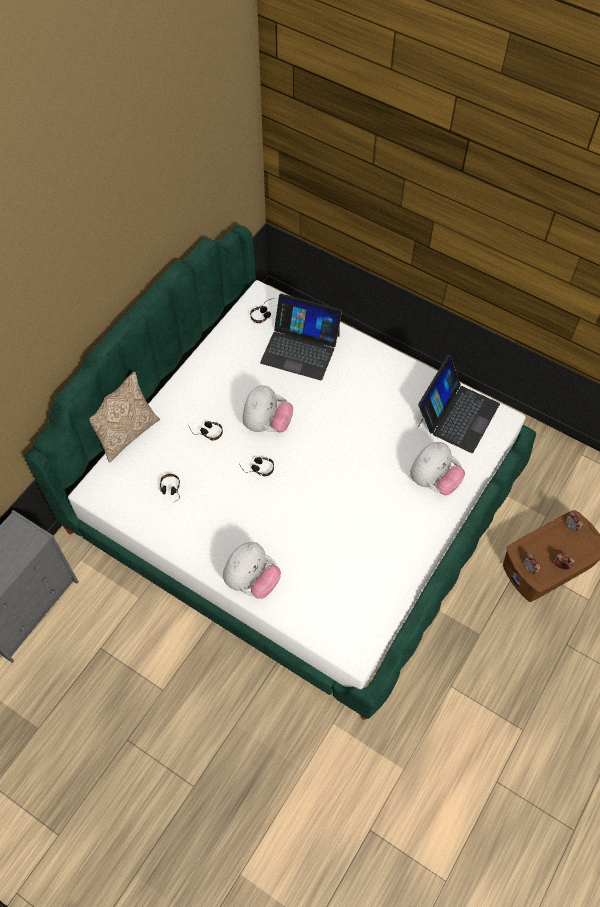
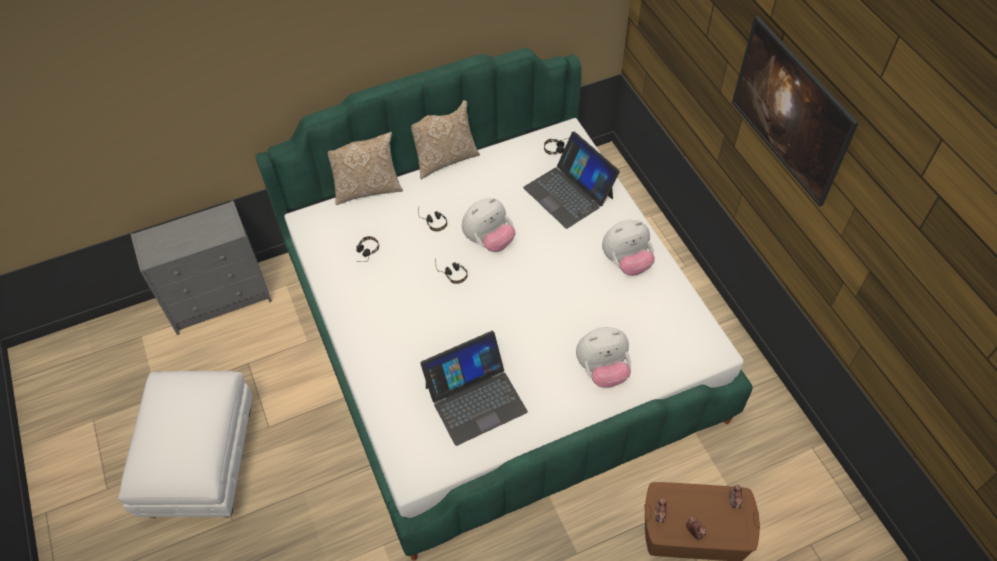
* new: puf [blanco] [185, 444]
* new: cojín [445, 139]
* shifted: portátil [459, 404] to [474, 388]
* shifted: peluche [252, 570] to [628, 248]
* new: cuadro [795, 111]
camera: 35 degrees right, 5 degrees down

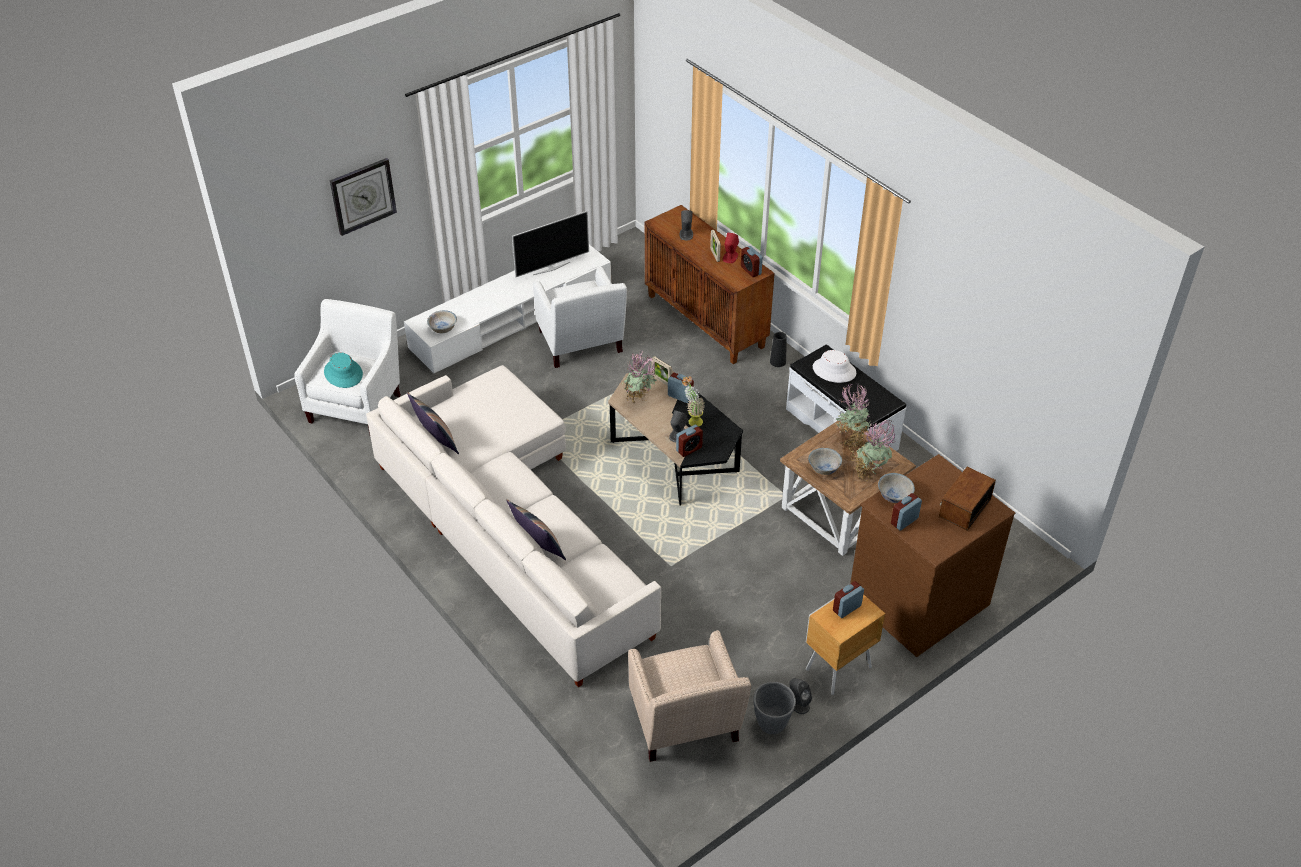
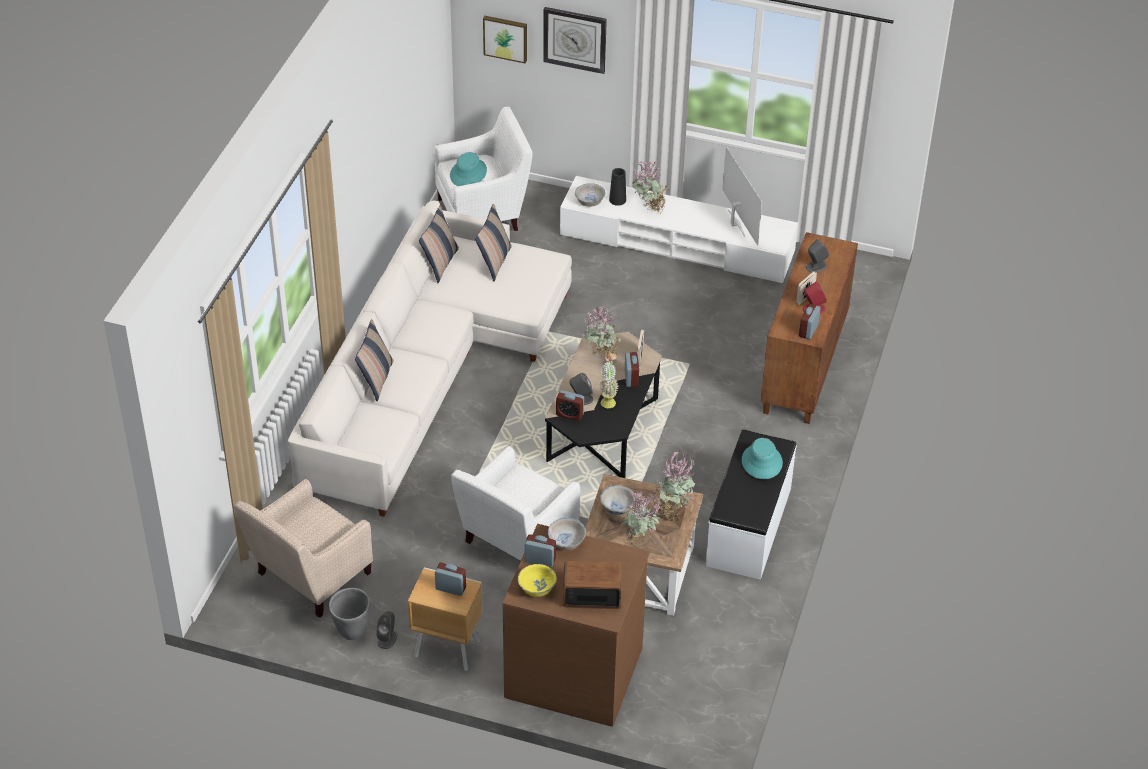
* shifted: sillón [blanco] [580, 317] to [515, 503]
* new: cojín [493, 242]
* new: cuadro [505, 39]
* new: cuenco [amarillo] [537, 580]
* shifted: florero [negro] [778, 349] to [617, 187]
* new: planta en maceta [650, 186]
* rotated: televisor [550, 244] = [742, 196] 135 degrees counterclockwise
* repainted: sombrero [blanco] [835, 366] to sombrero [turquesa] [762, 458]
camera: 55 degrees right, 0 degrees up

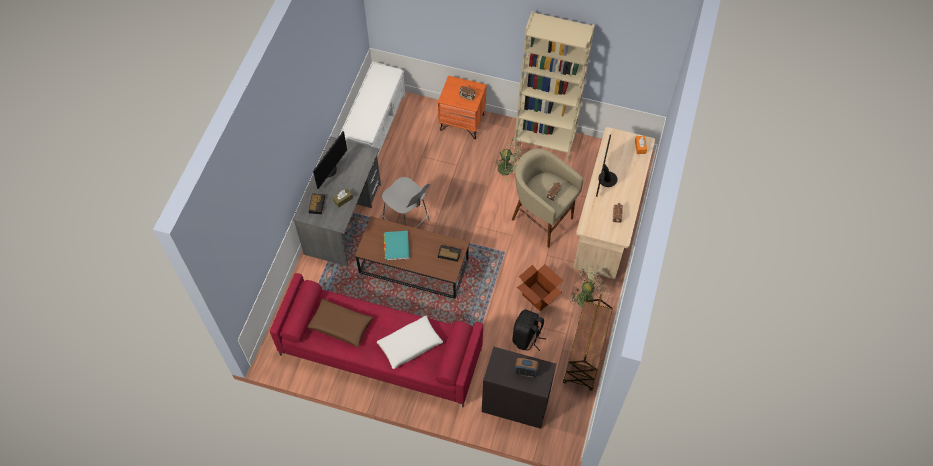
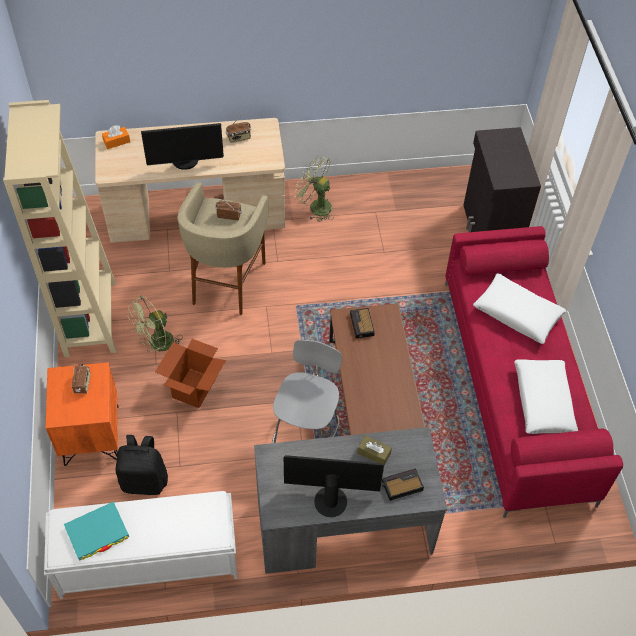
* shifted: libro [turquesa] [396, 245] to [96, 531]
* shifted: mochila [negro] [529, 330] to [141, 465]
* rotated: ventilador [verde] [508, 159] = [155, 324] 120 degrees counterclockwise
* shifted: caja de cartón [540, 287] to [190, 373]
* repainted: cojín [marrón] [340, 322] to cojín [blanco] [546, 396]
* gone: despertador [527, 368]
* gone: carrito [marrón] [588, 342]
camera: 115 degrees left, 5 degrees down

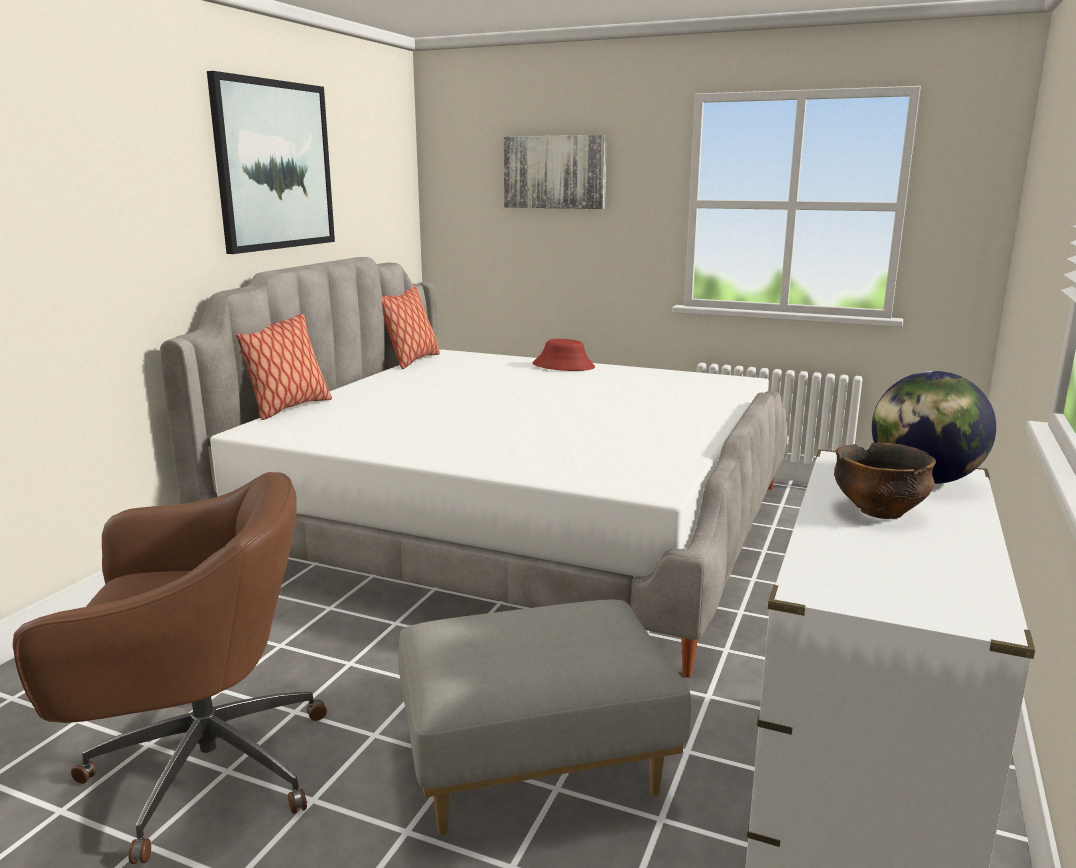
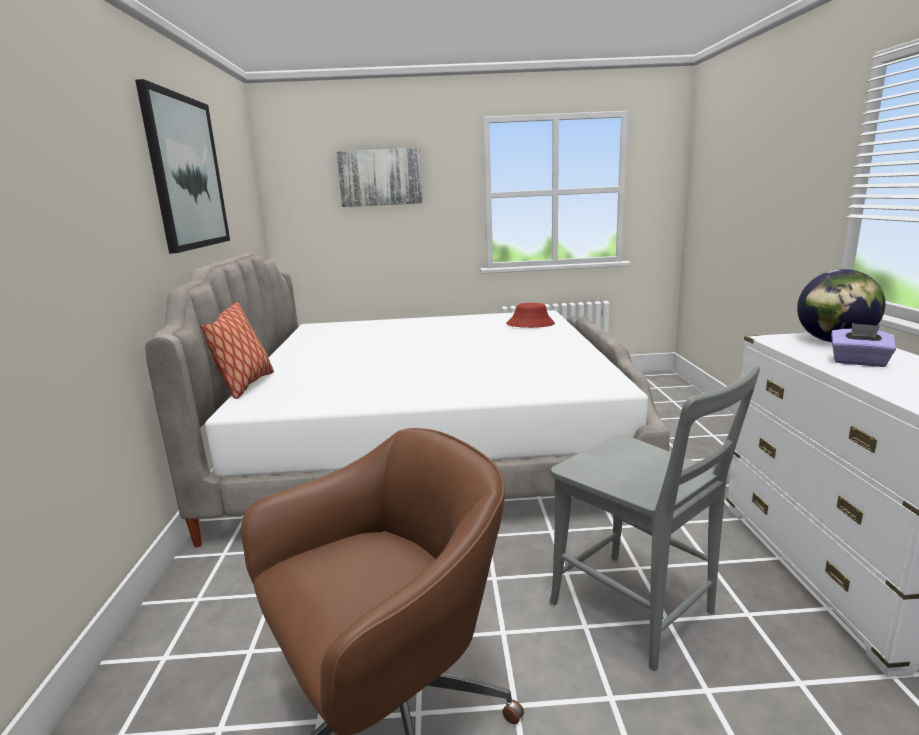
* shifted: sombrero [rojo] [564, 355] to [530, 315]
* swapped: puf [gris] [544, 717] to silla [gris] [655, 518]
* swapped: cuenco [885, 481] to caja de pañuelos [morado] [863, 345]
* gone: cojín [411, 327]
camera: 25 degrees left, 0 degrees up

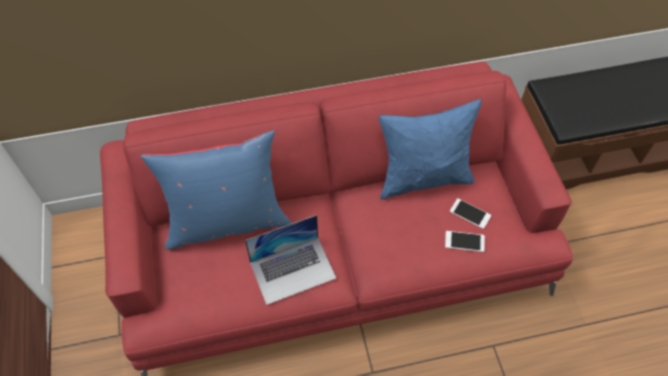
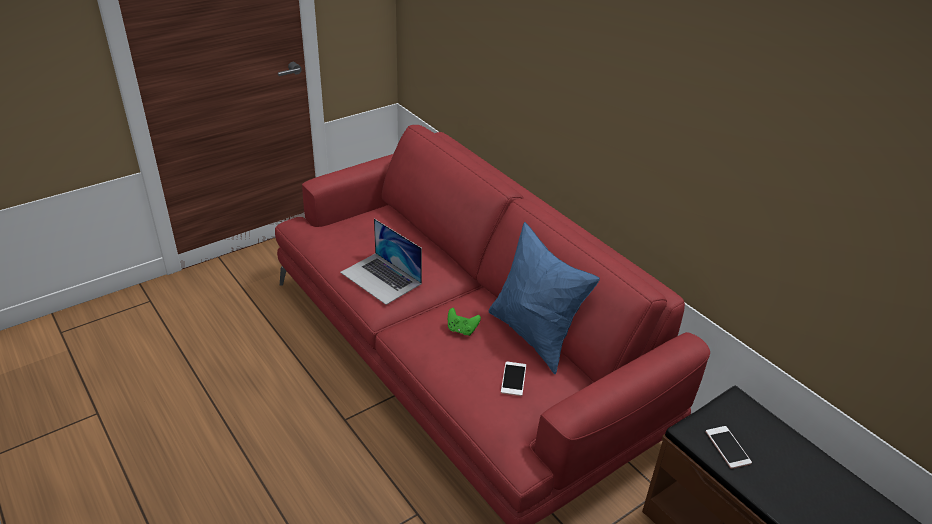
* new: mando de consola [verde] [464, 322]
* shifted: móvil [465, 241] to [729, 447]
* gone: cojín [azul] [216, 190]
camera: 65 degrees right, 20 degrees down

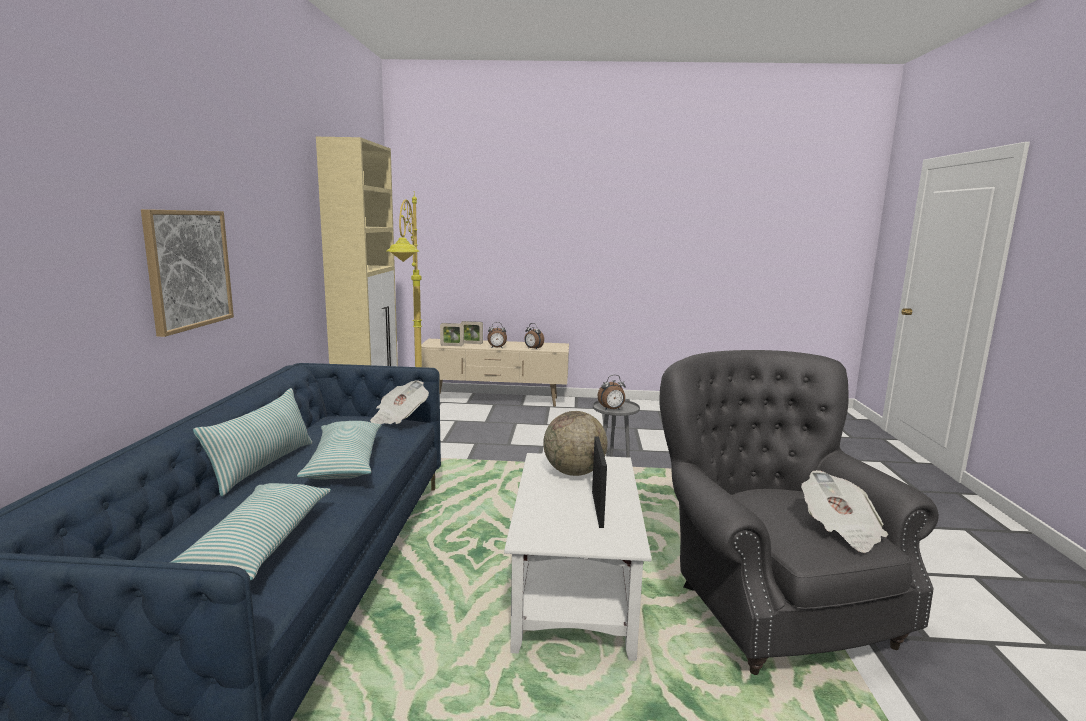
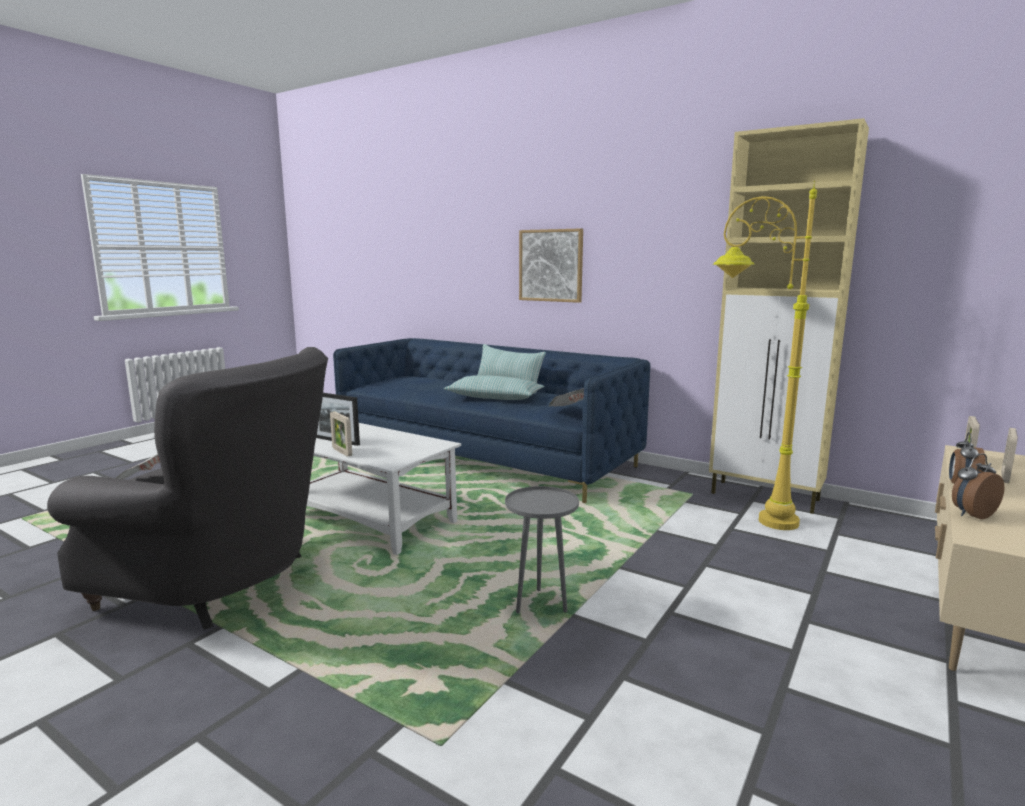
* new: portarretratos [341, 434]
* gone: cojín [251, 531]
* gone: globo terráqueo [575, 443]
* gone: despertador [612, 392]
camera: 120 degrees right, 0 degrees up

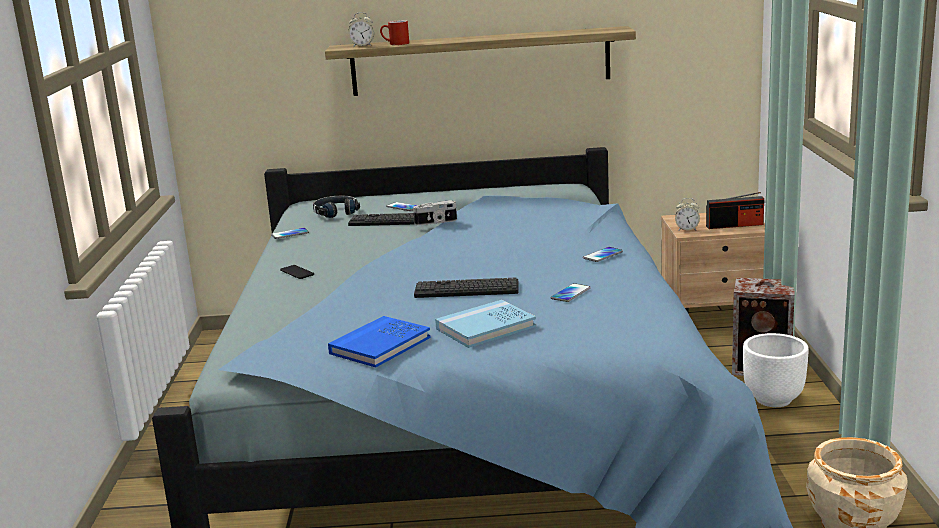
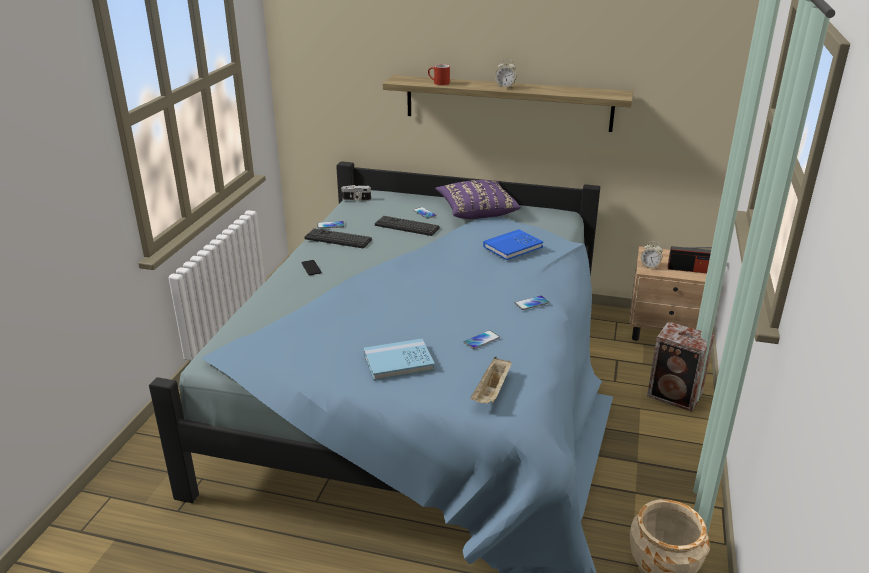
* shifted: teclado [466, 288] to [338, 238]
* shifted: cámara [435, 212] to [356, 193]
* new: cojín [morado] [478, 199]
* new: bandeja [beis] [491, 380]
* shifted: libro [azul] [379, 341] to [513, 244]
* shifted: despertador [361, 29] to [505, 73]
* gone: auriculares [negro] [336, 207]
* gone: maceta [blanco] [776, 370]
camera: 15 degrees right, 10 degrees up

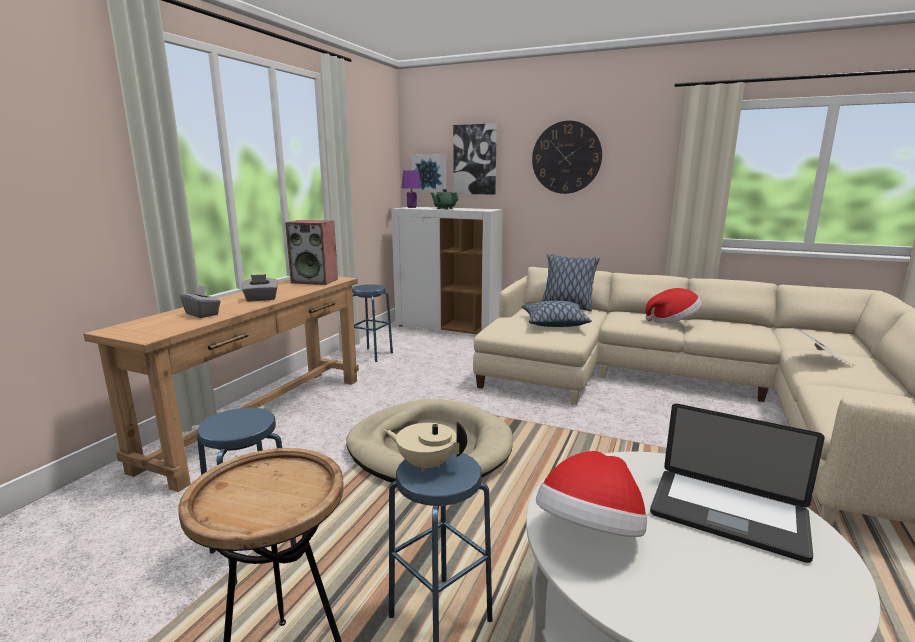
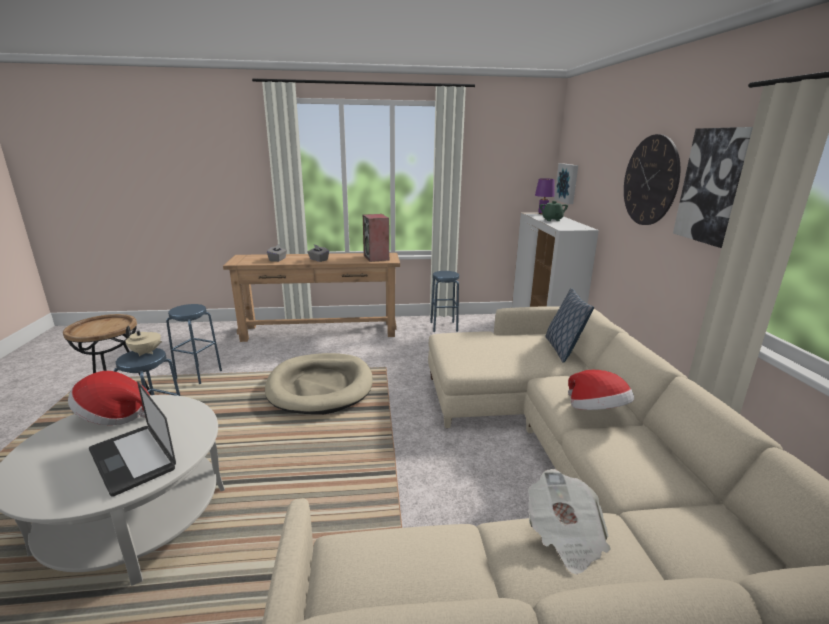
* rotated: portátil [737, 483] = [132, 439] 45 degrees counterclockwise
* rotated: tetera [beis] [425, 446] = [143, 341] 120 degrees clockwise
* shifted: cuadro [475, 159] to [713, 187]
* gone: cojín [557, 314]
camera: 60 degrees right, 5 degrees up

